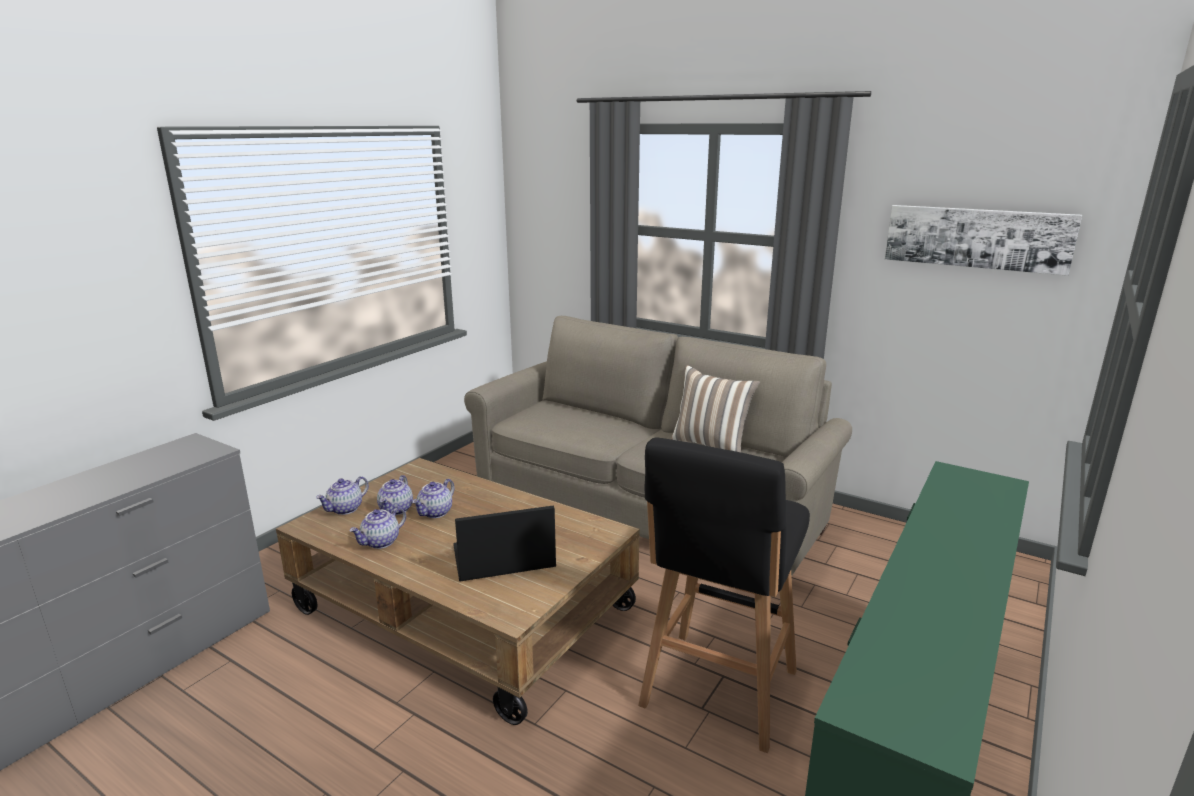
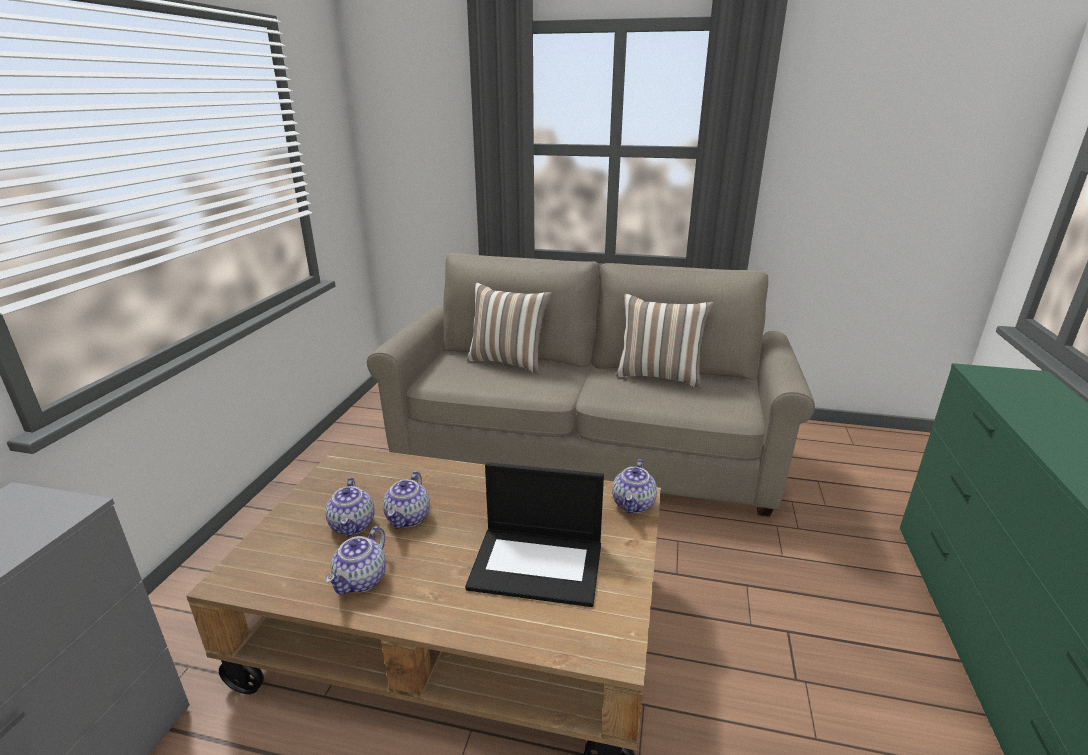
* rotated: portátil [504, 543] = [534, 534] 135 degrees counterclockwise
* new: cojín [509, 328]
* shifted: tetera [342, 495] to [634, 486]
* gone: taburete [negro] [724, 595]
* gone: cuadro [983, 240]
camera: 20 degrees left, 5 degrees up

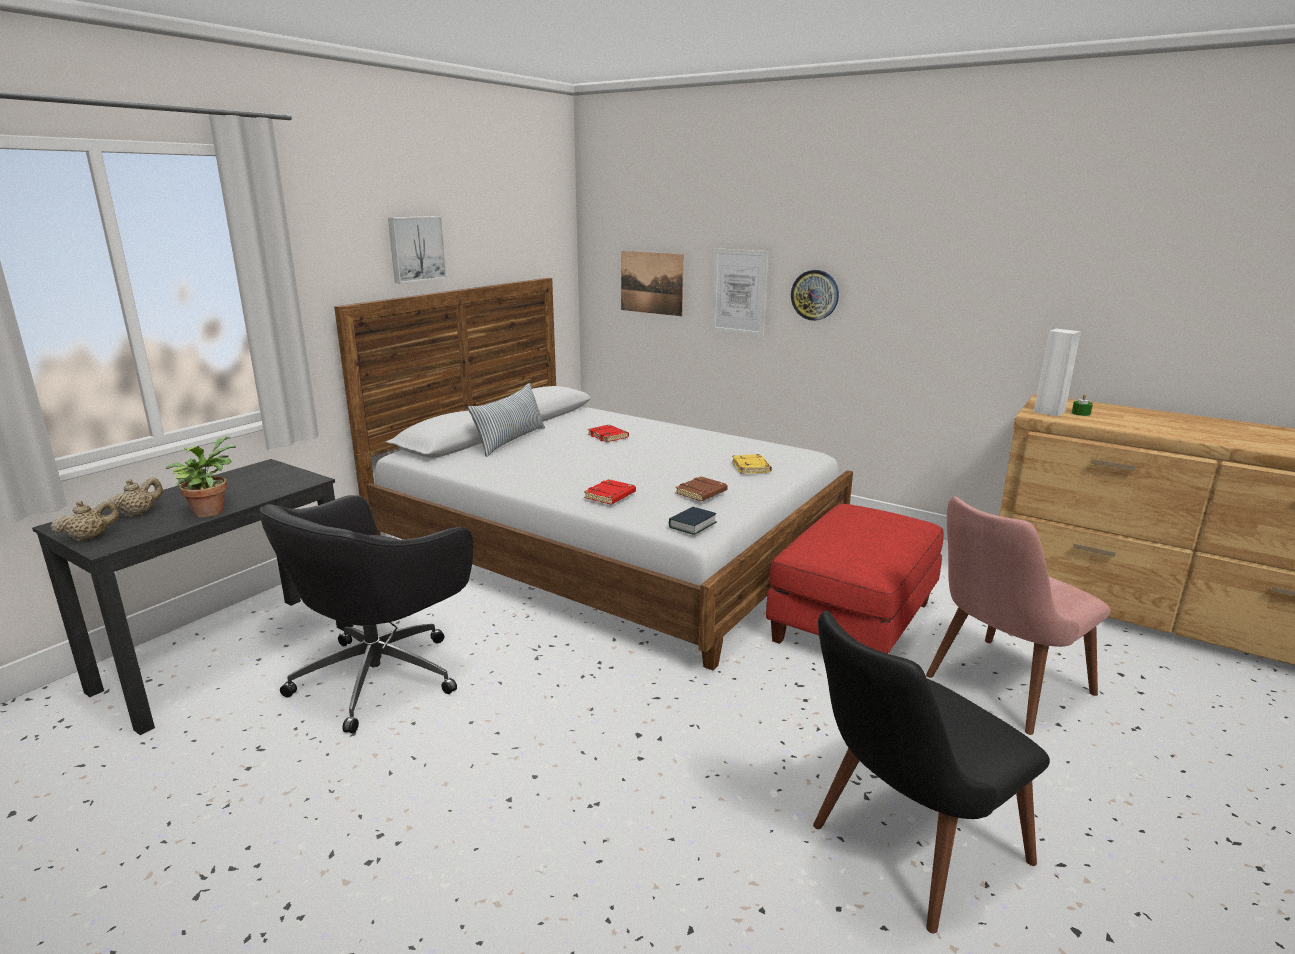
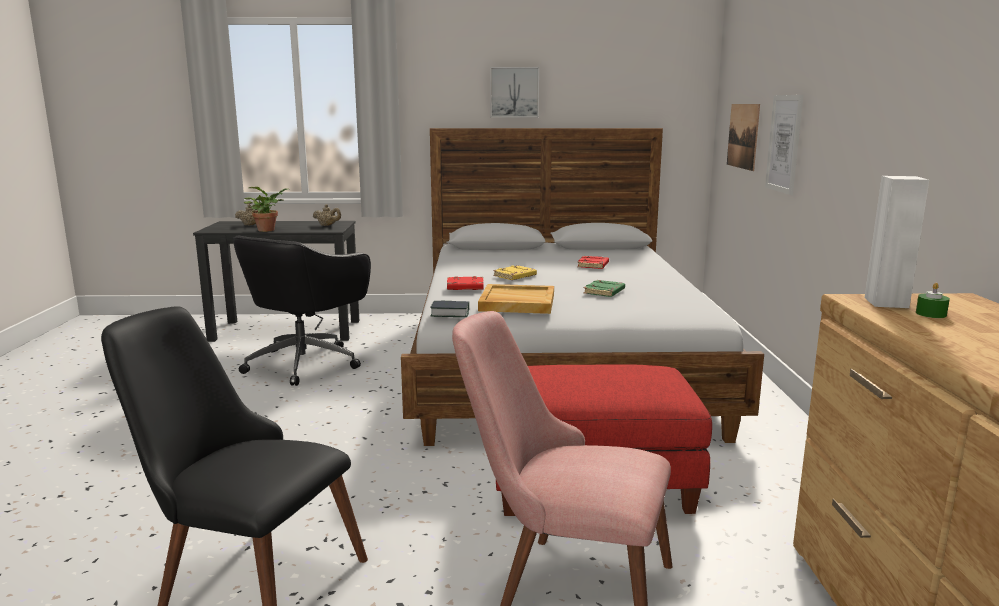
* rotated: silla de oficina [negro] [366, 614] = [302, 310] 60 degrees counterclockwise
* shifted: tetera [beis] [84, 520] to [327, 215]
* swapped: libro [marrón] [701, 488] to bandeja [beis] [516, 299]
* shifted: libro [amarillo] [752, 464] to [515, 272]
* new: libro [verde] [604, 288]
* gone: cojín [506, 420]
* gone: reloj de pared [815, 295]
camera: 55 degrees right, 5 degrees down

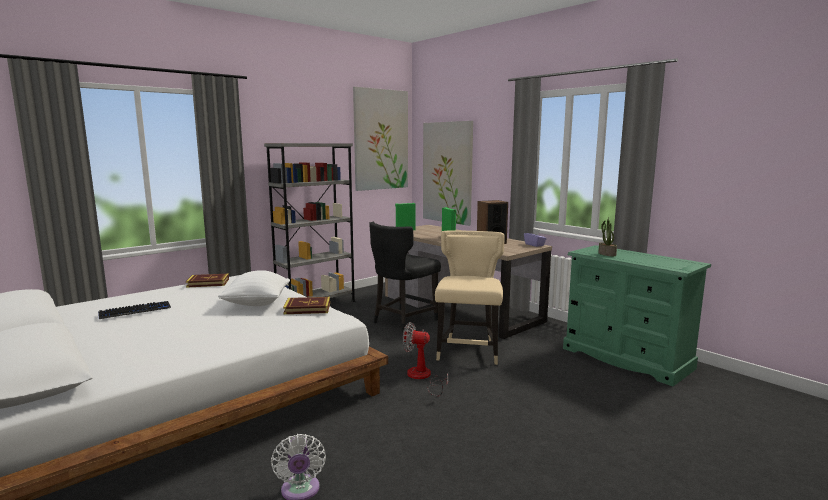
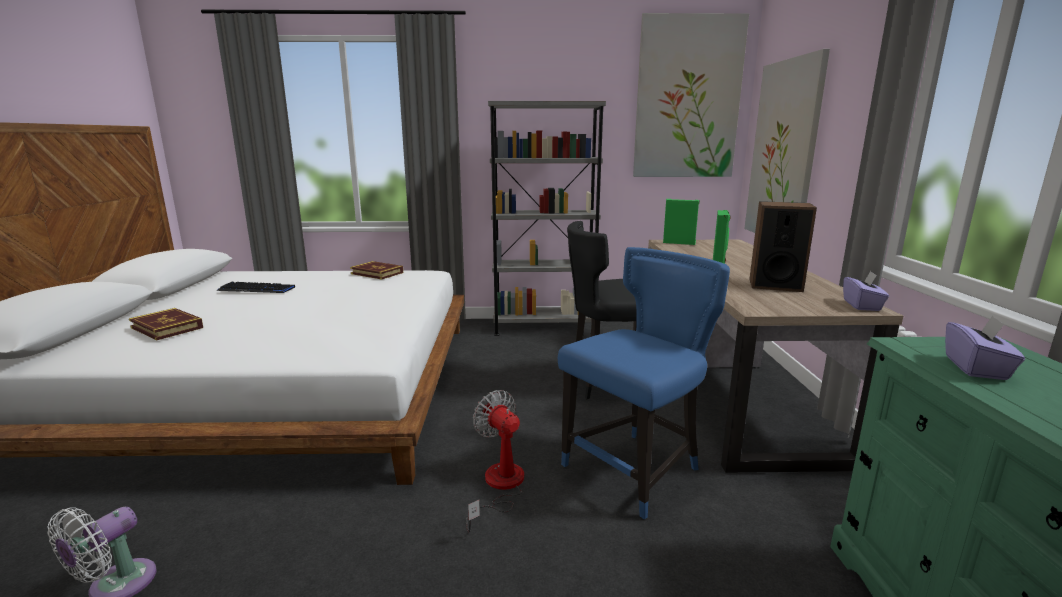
* shifted: libro [306, 305] to [166, 324]
* repainted: silla [beis] [470, 297] to silla [azul] [644, 383]
* swapped: planta en maceta [607, 236] to caja de pañuelos [morado] [985, 348]
* gone: cojín [blanco] [254, 288]
camera: 40 degrees right, 5 degrees up

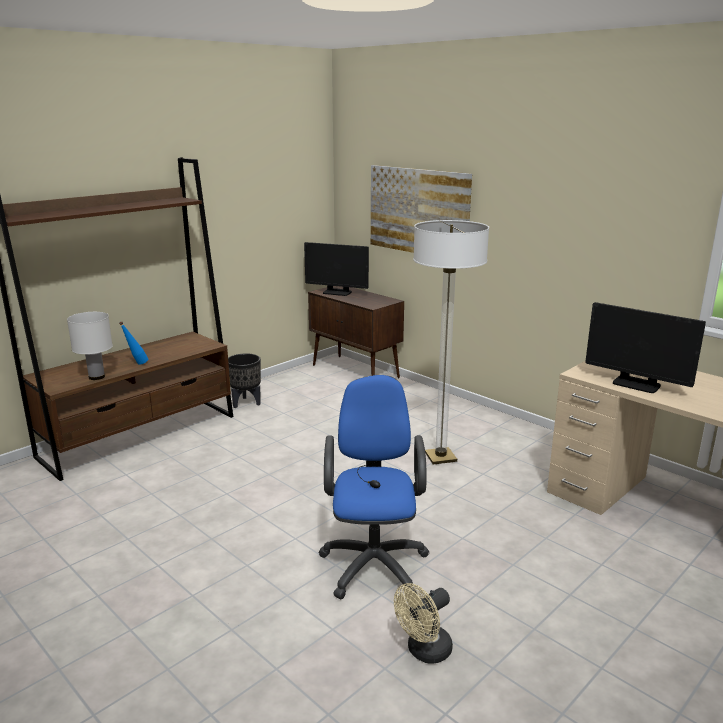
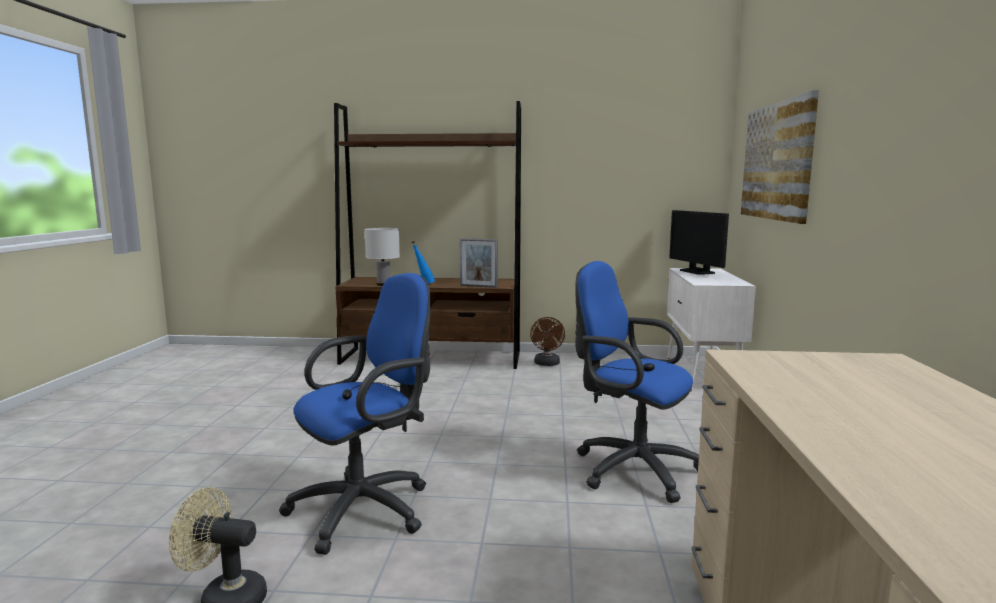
* new: portarretratos [479, 263]
* swapped: maceta [negro] [244, 380] to ventilador [marrón] [547, 341]
* swapped: lámpara de pie [451, 342] to silla de oficina [azul] [637, 382]
* repainted: armario [marrón] [356, 332] to armario [blanco] [711, 329]
* gone: monitor [645, 347]
camera: 50 degrees right, 10 degrees down

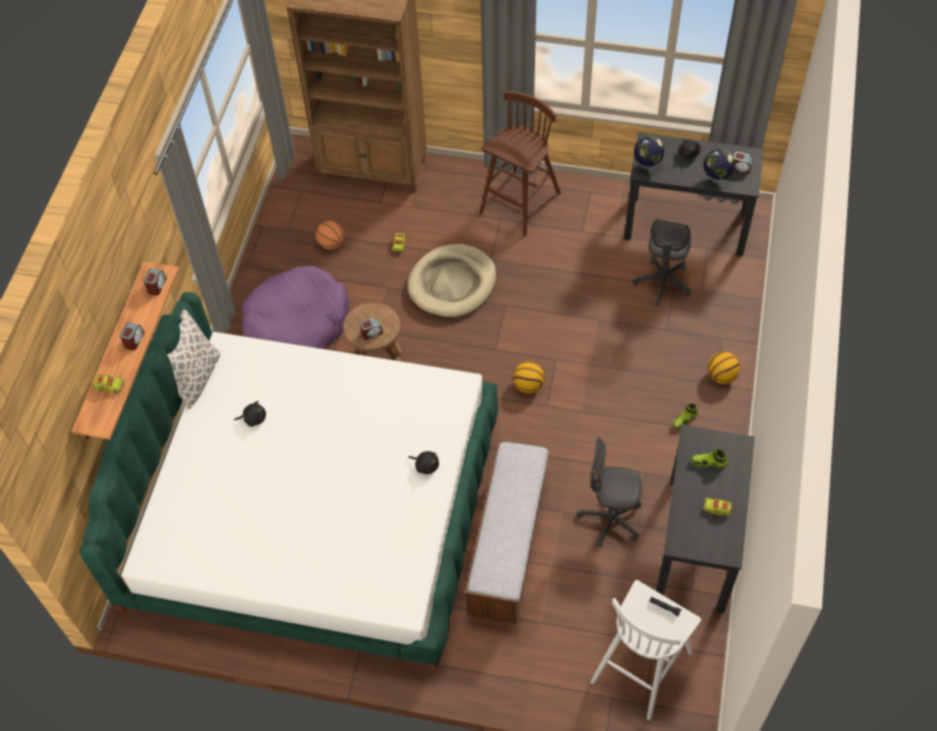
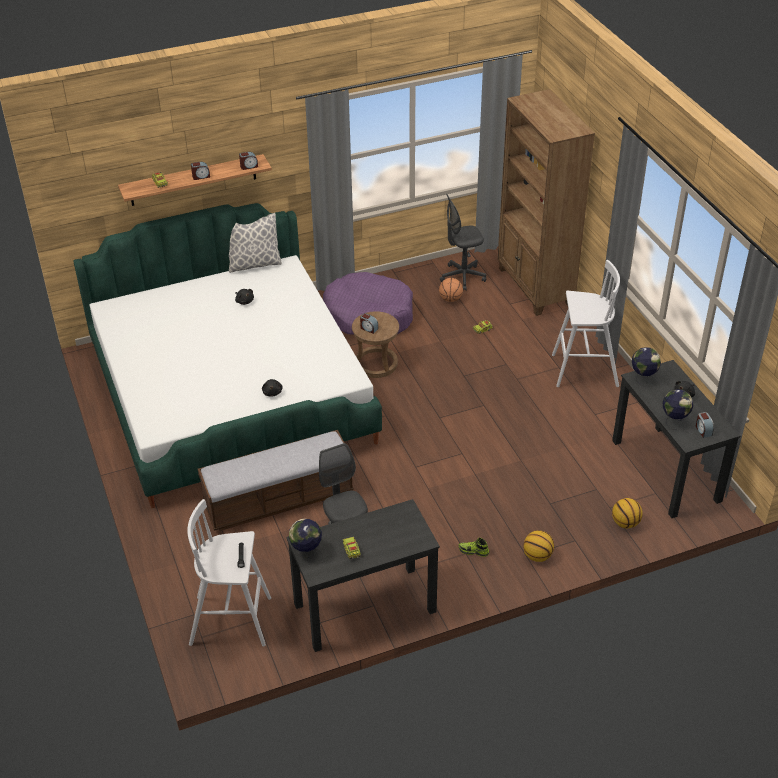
* new: globo terráqueo [305, 538]
* shifted: silla de oficina [gris] [662, 262] to [463, 242]
* repainted: taburete [marrón] [520, 164] to taburete [blanco] [586, 323]
* shifted: balón de baloncesto [529, 377] to [627, 513]
* gone: cama para perro [beis] [451, 281]
* gone: zapato [709, 458]
camera: 55 degrees right, 15 degrees down

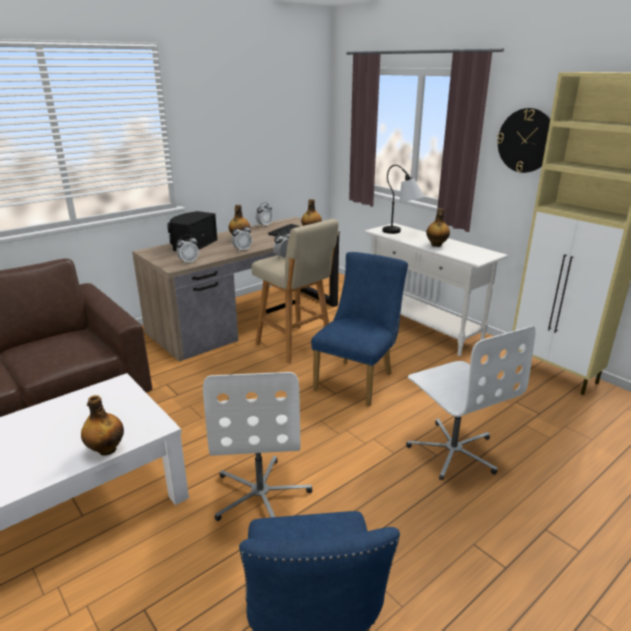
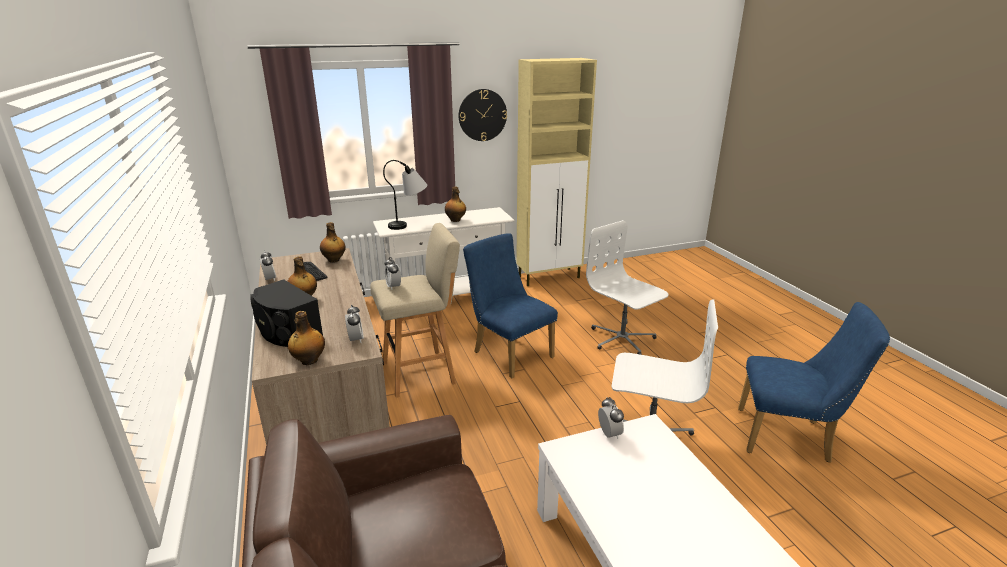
* shifted: botella [102, 425] to [306, 338]
* rotated: silla de oficina [blanco] [471, 403] = [627, 287] 120 degrees counterclockwise
* shifted: despertador [241, 238] to [611, 418]
camera: 70 degrees left, 0 degrees up

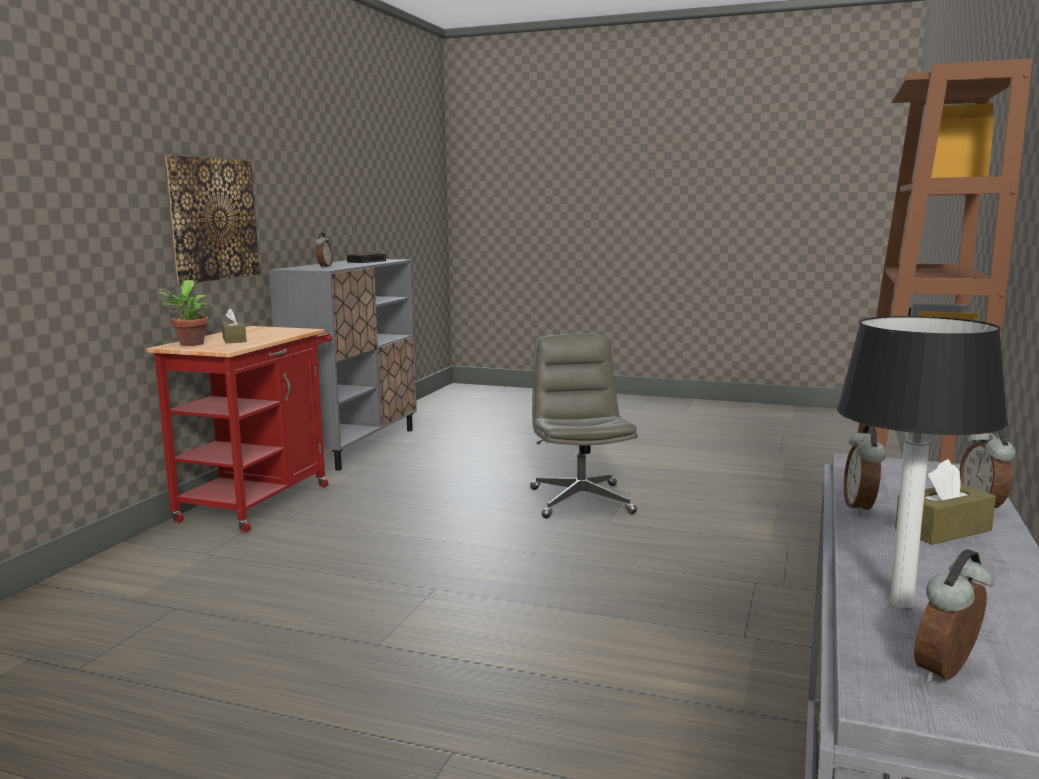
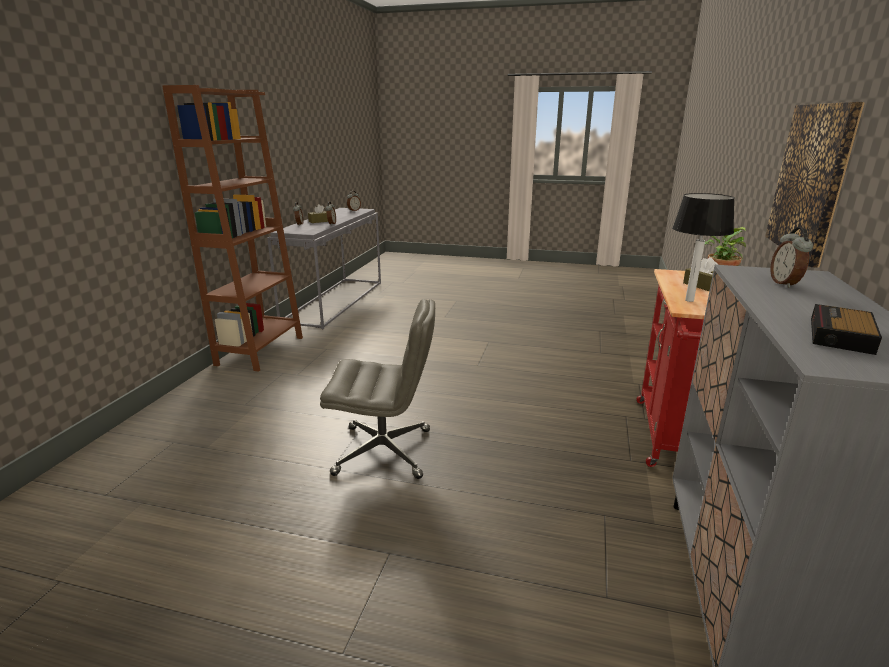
* rotated: silla de oficina [gris] [584, 426] = [377, 389] 75 degrees counterclockwise
* shifted: lámpara de mesa [922, 462] to [703, 247]
camera: 175 degrees right, 10 degrees up

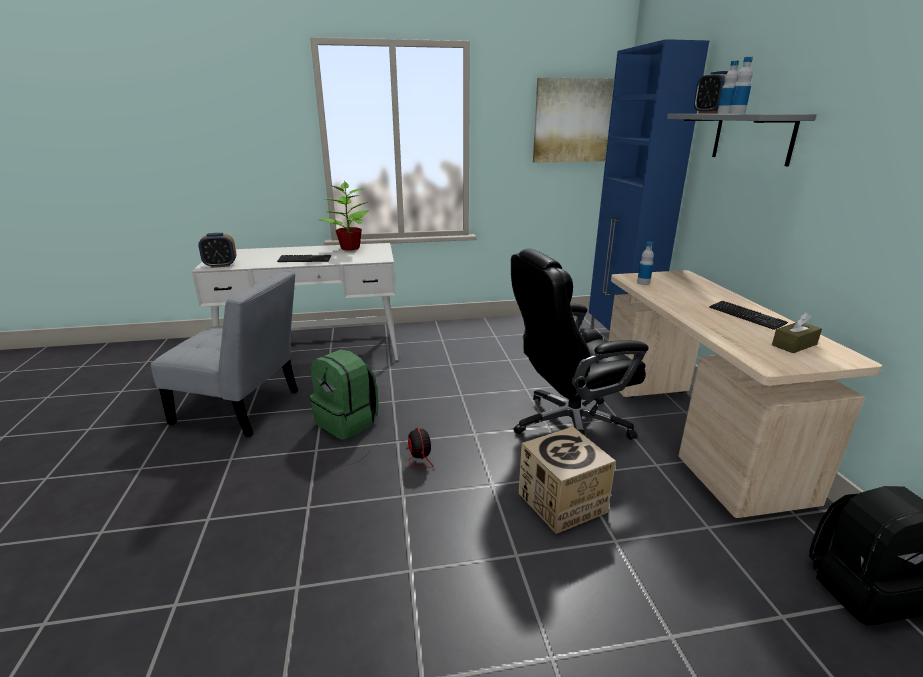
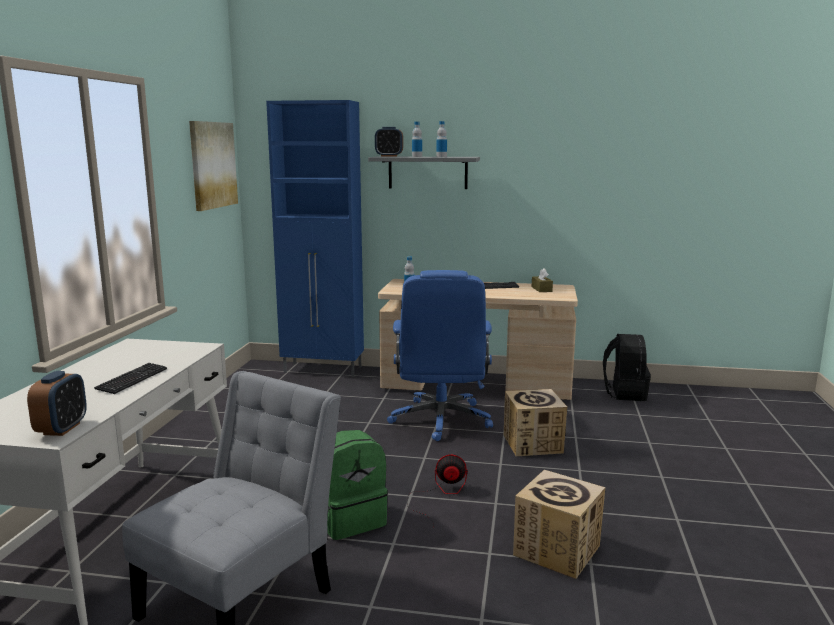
* repainted: silla de oficina [negro] [580, 344] to silla de oficina [azul] [440, 355]
* new: caja de cartón [559, 524]
* gone: planta en maceta [343, 215]
camera: 70 degrees left, 10 degrees down

